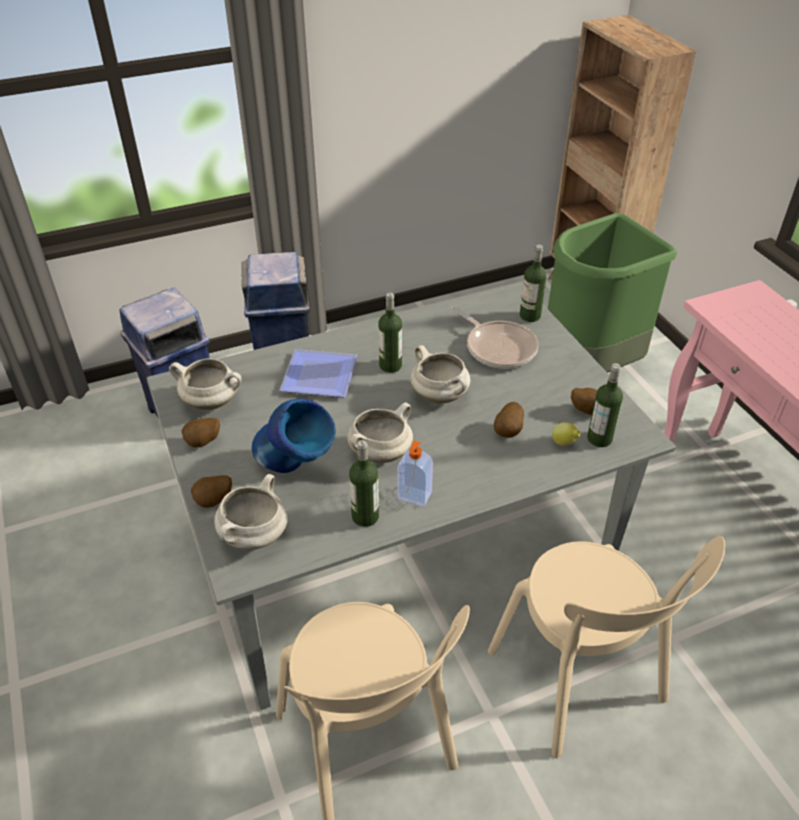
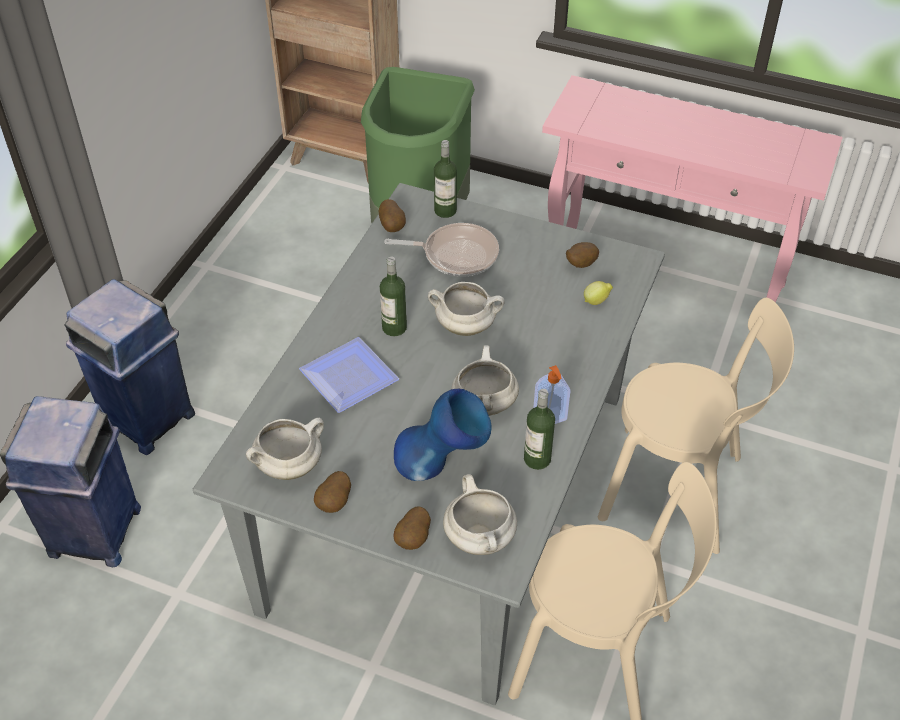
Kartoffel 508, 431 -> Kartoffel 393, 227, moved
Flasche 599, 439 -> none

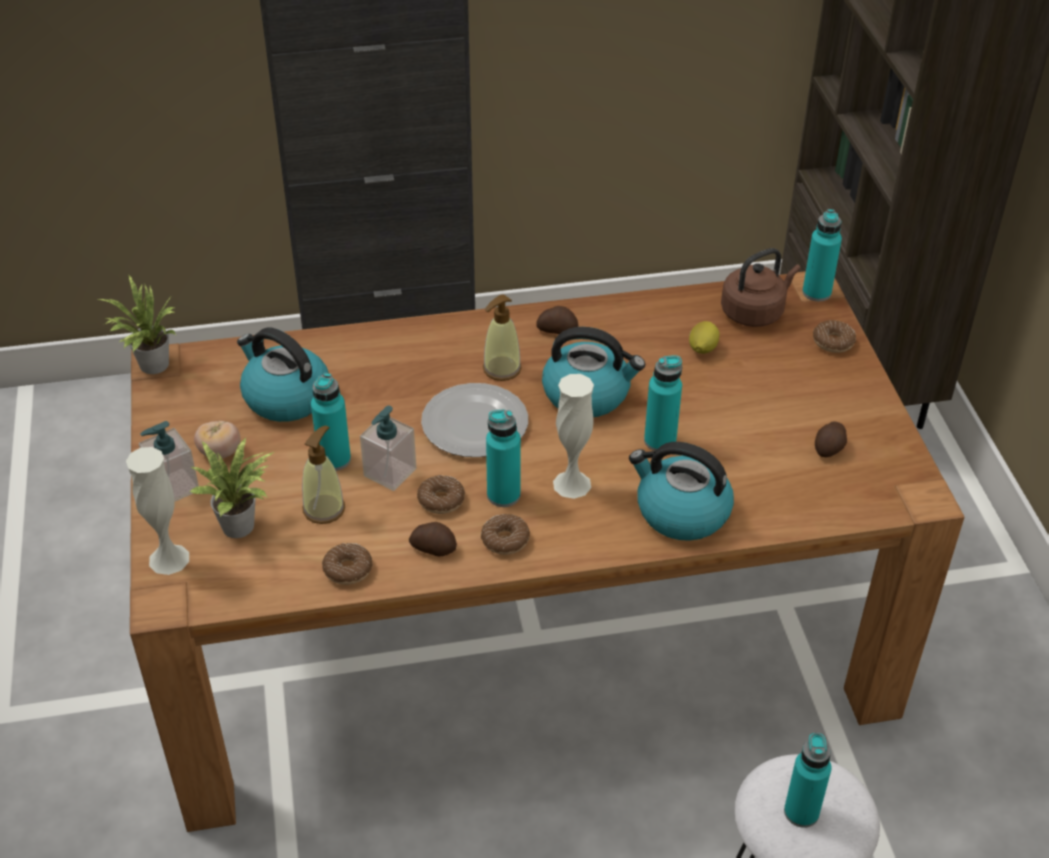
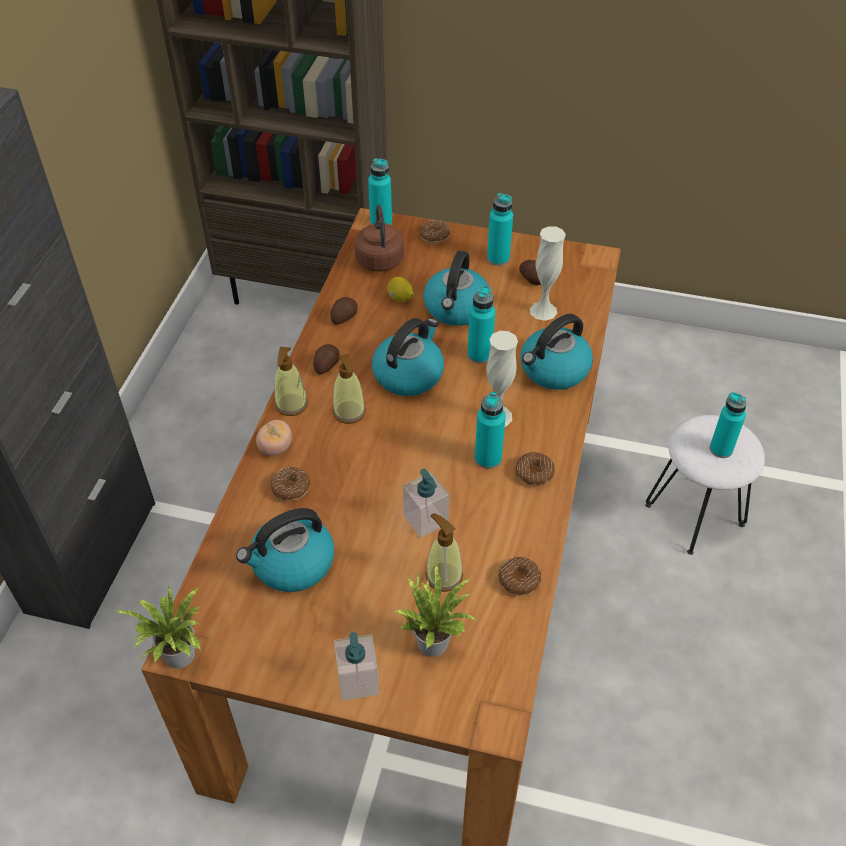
Vase [weiß] 169, 559 -> Vase [weiß] 543, 311, moved
Tomate 220, 452 -> Tomate 275, 448, moved
Flasche [türkis] 334, 459 -> Flasche [türkis] 498, 258, moved
Kartoffel 433, 547 -> Kartoffel 343, 317, moved
Donut 441, 500 -> Donut 291, 488, moved
Teller 474, 425 -> none
none -> Seifenspender 291, 405
none -> Wasserkessel 456, 309

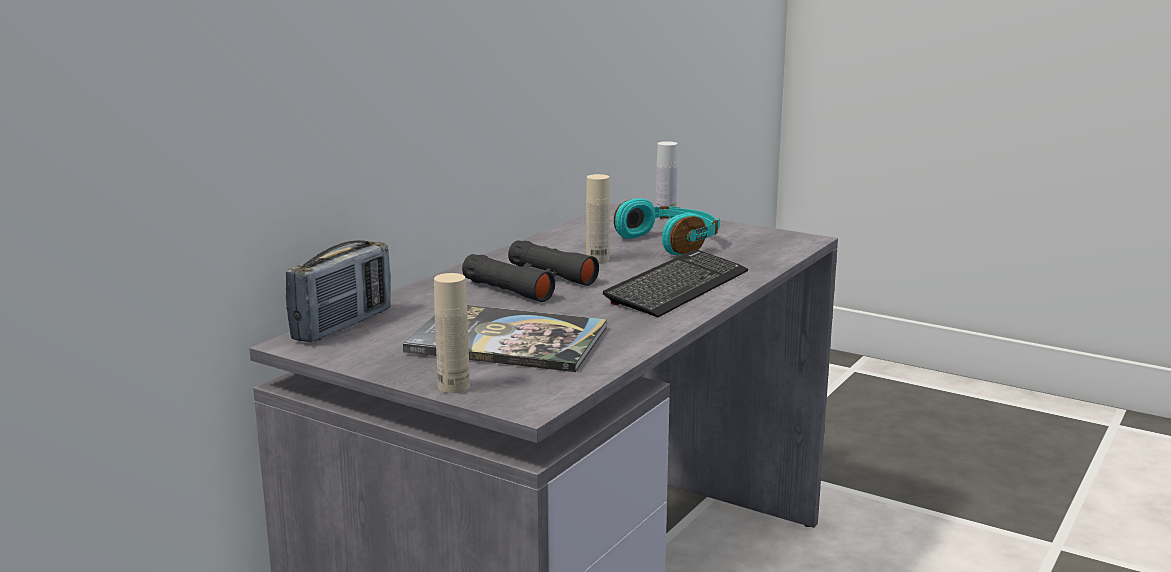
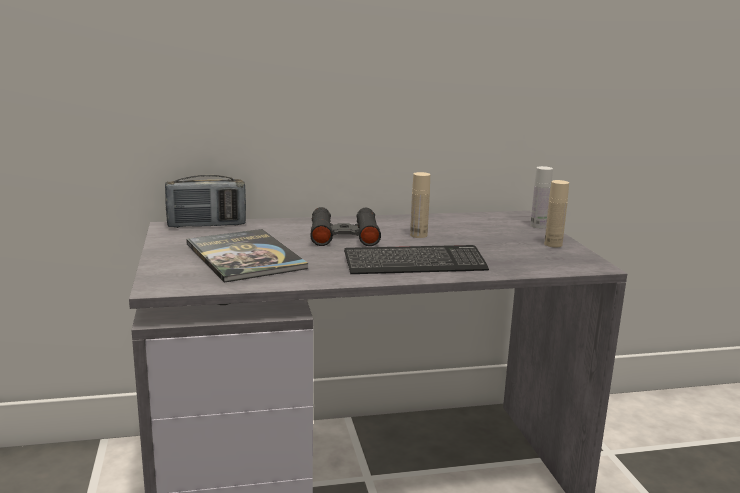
Flasche [beige] 453, 387 -> Flasche [beige] 553, 244, moved
Kopfhörer [türkis] 671, 242 -> none

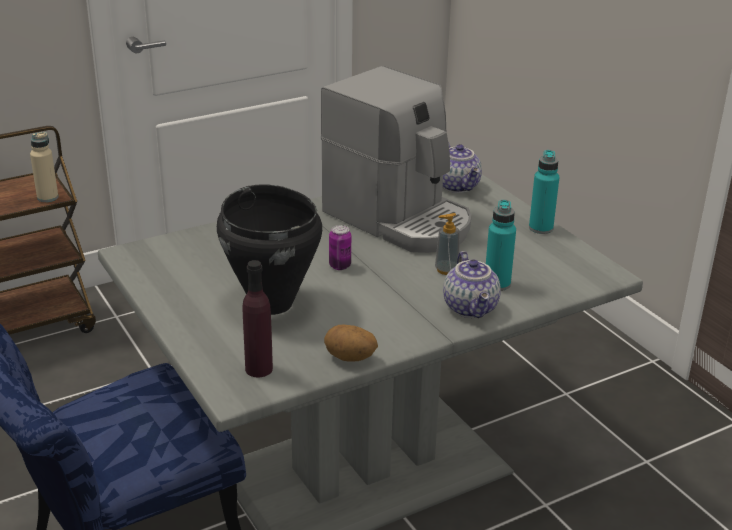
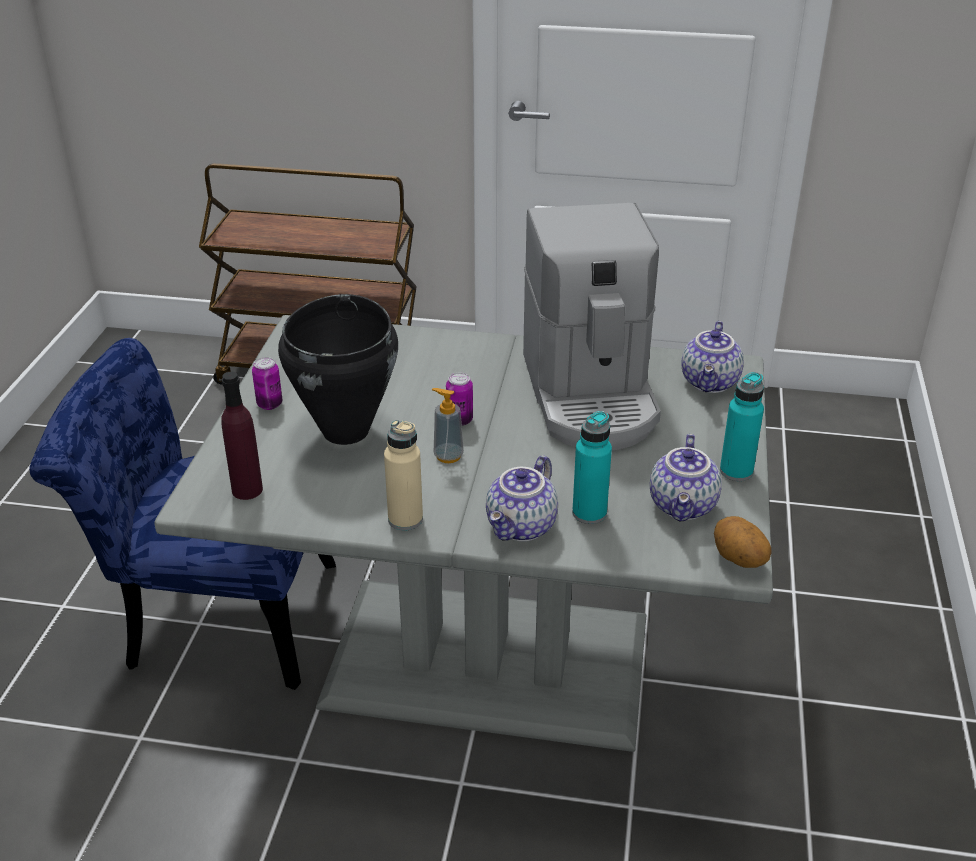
Flasche [beige] 47, 197 -> Flasche [beige] 405, 519, moved
Kartoffel 350, 359 -> Kartoffel 738, 560, moved
Seifenspender 446, 270 -> Seifenspender 448, 456, moved
none -> Dose 269, 404
none -> Teekanne 684, 506

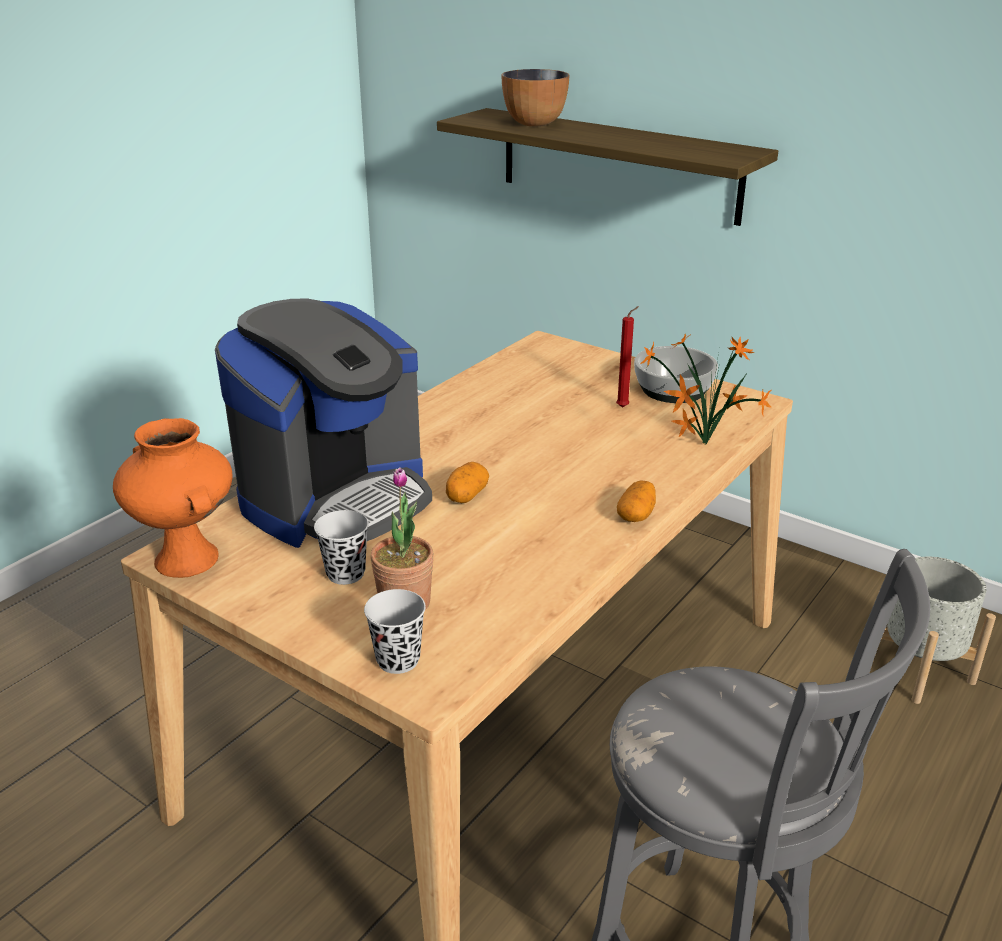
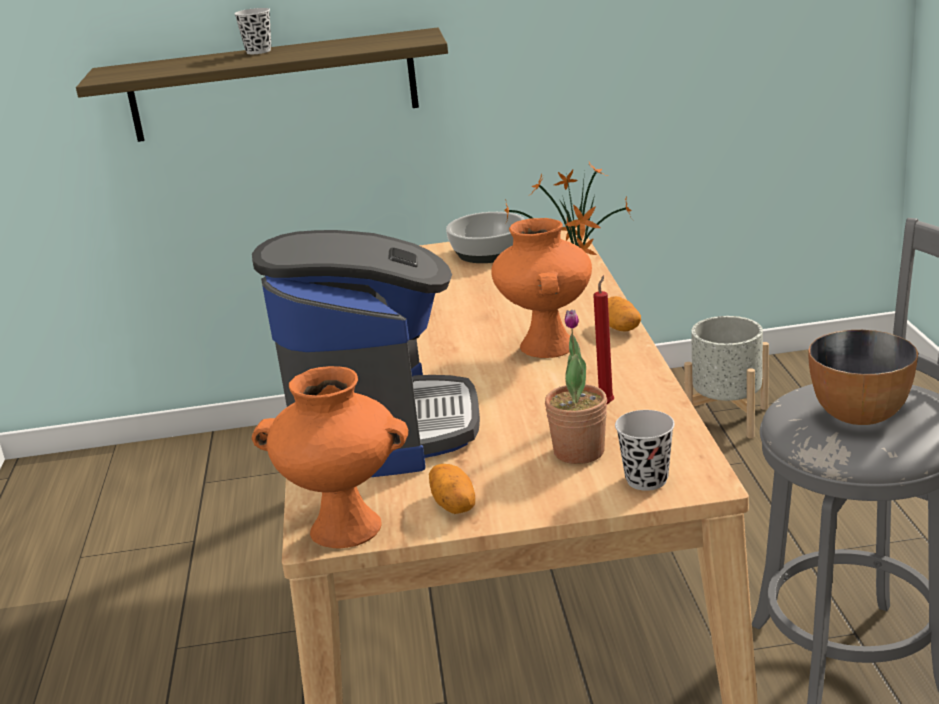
Tasse [schwarz] 345, 574 -> Tasse [schwarz] 258, 51, moved
Kartoffel 466, 495 -> Kartoffel 454, 504, moved
Schüssel 534, 123 -> Schüssel 858, 415, moved
Kerze [rot] 624, 407 -> Kerze [rot] 607, 403, moved
none -> Vase [orange] 546, 345

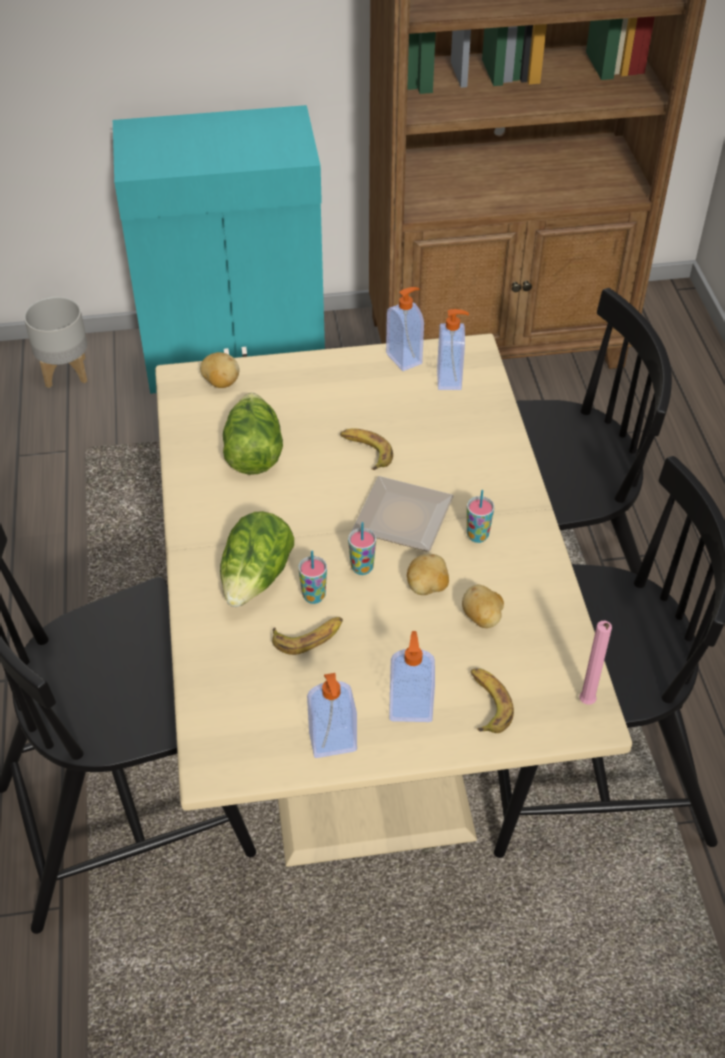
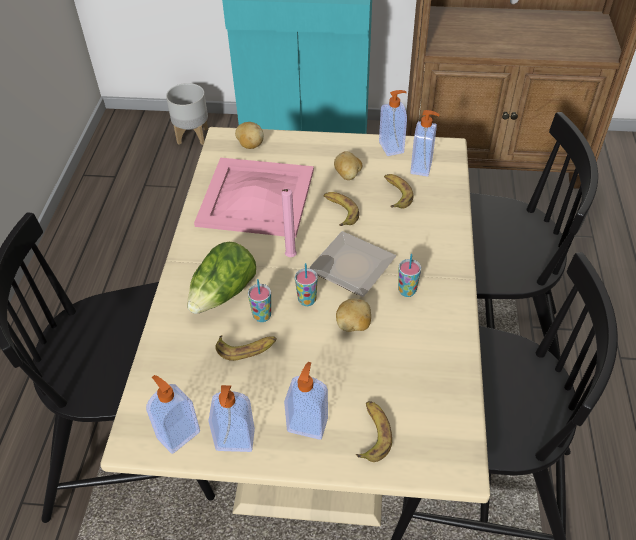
Salatkopf 252, 451 -> Tablett [rosa] 255, 198
Kartoffel 482, 618 -> Kartoffel 348, 175, moved
Kerze [rosa] 586, 704 -> Kerze [rosa] 290, 257, moved
none -> Seifenspender 178, 434
none -> Banane 395, 194

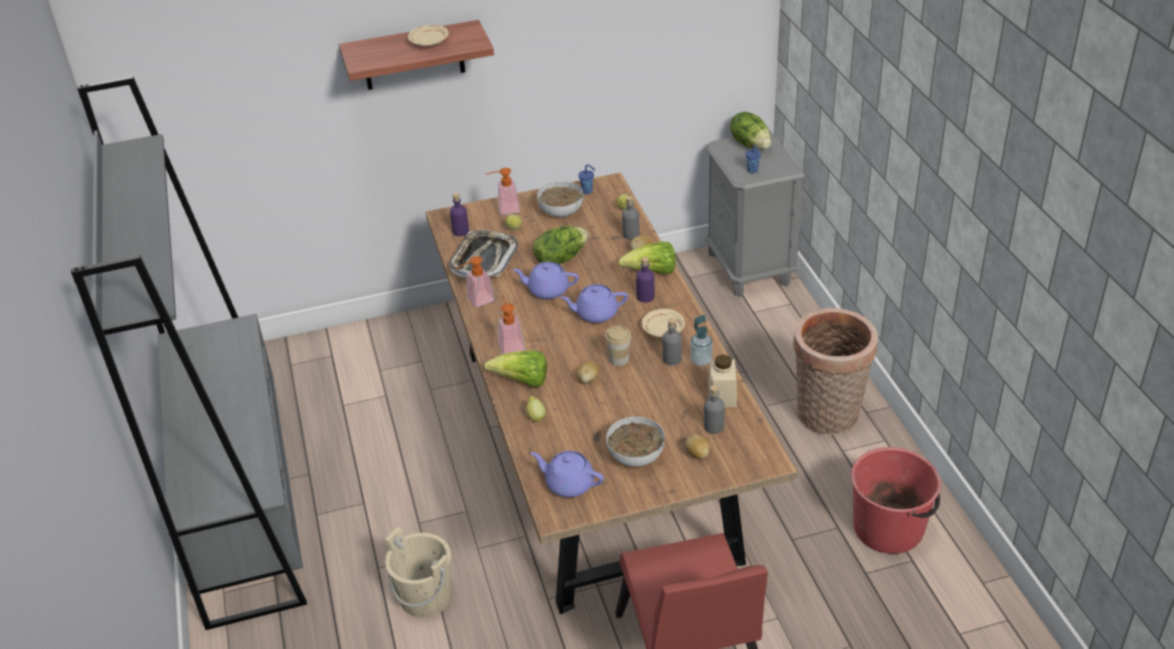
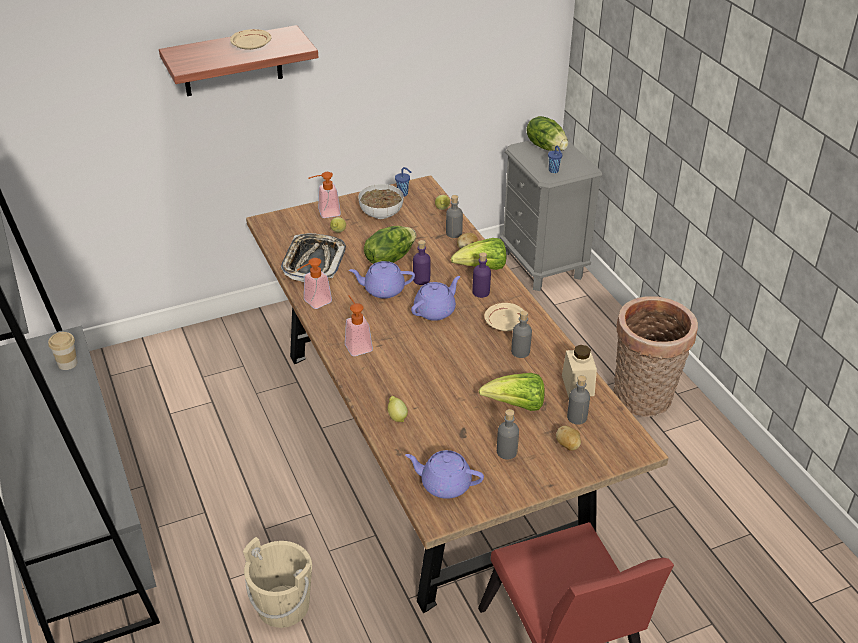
Flasche [lila] 460, 231 -> Flasche [lila] 421, 280, moved
Salatkopf 522, 381 -> Salatkopf 516, 405, moved
Teekanne [lila] 595, 314 -> Teekanne [lila] 435, 311, 150 degrees clockwise
Kartoffel 588, 380 -> none
Tasse 619, 359 -> Tasse 67, 363, moved
Schüssel 636, 456 -> Flasche [grau] 506, 452
Seifenspender 701, 361 -> none
Eimer [rot] 889, 528 -> none

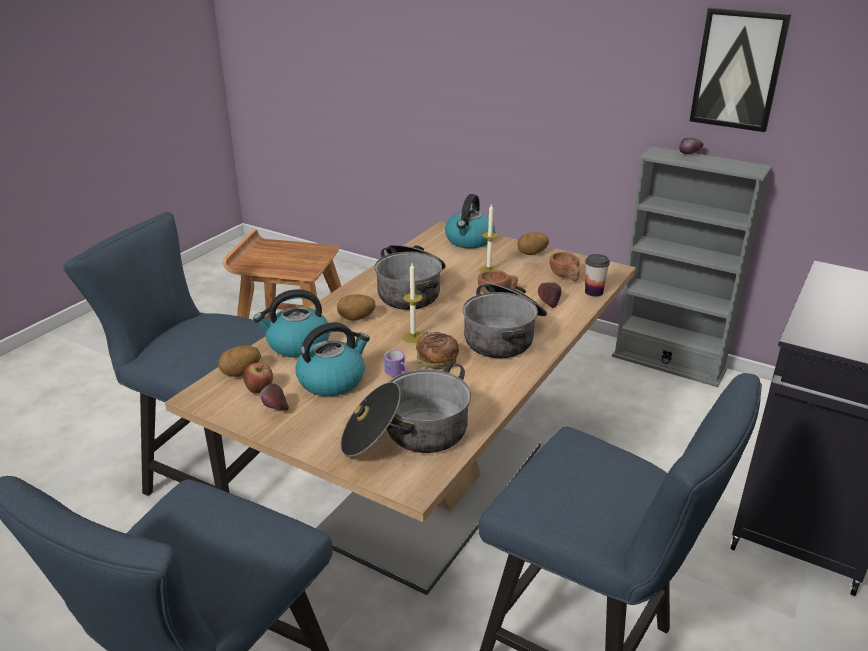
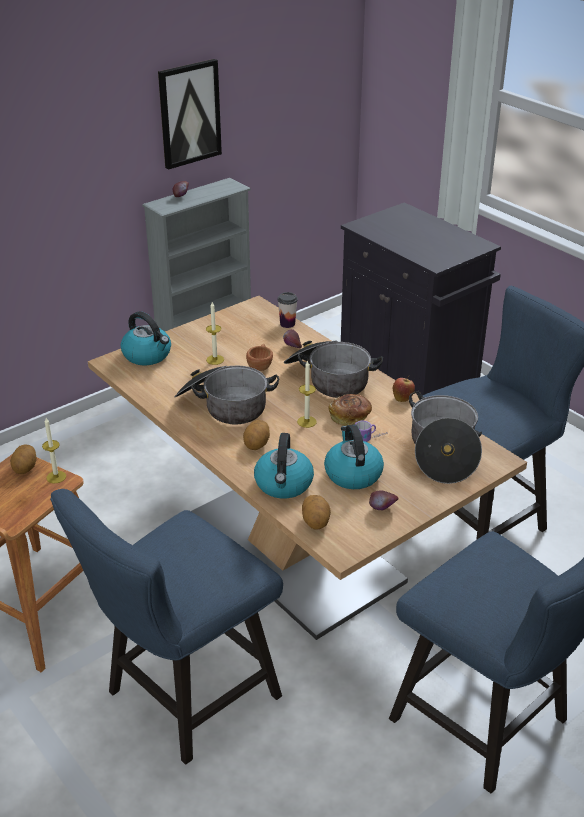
Apfel 260, 390 -> Apfel 402, 398, moved
Kartoffel 532, 253 -> Kartoffel 25, 468, moved
Tasse [braun] 565, 277 -> none
none -> Kerze 56, 477

